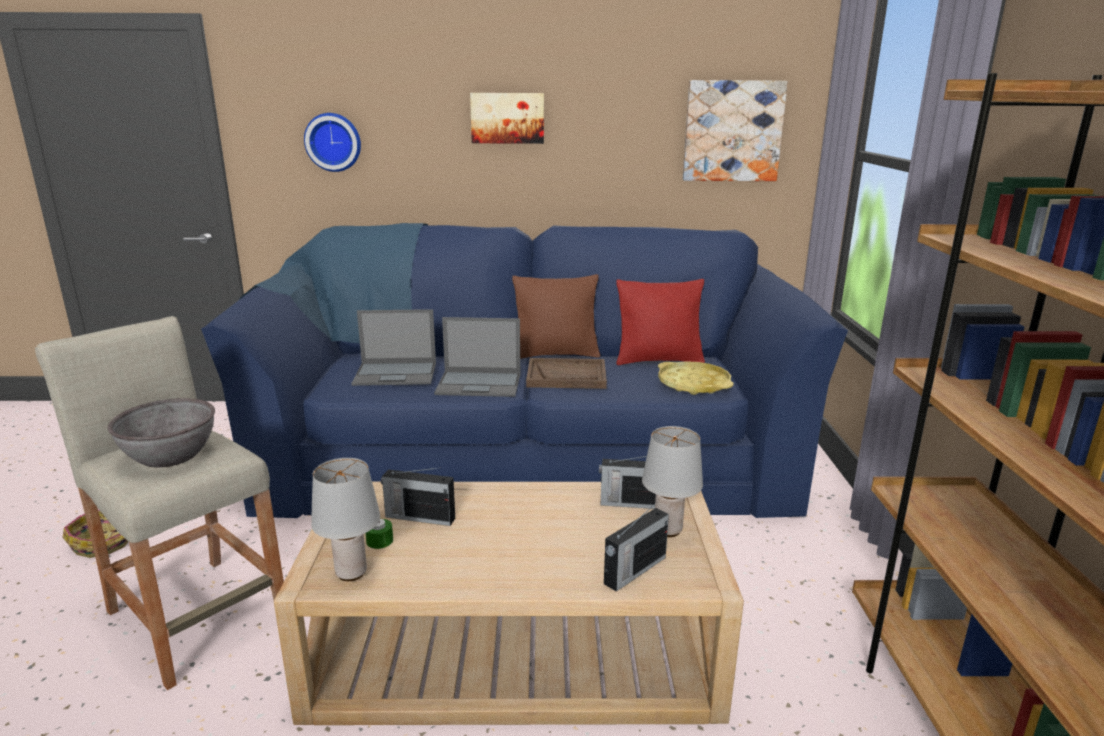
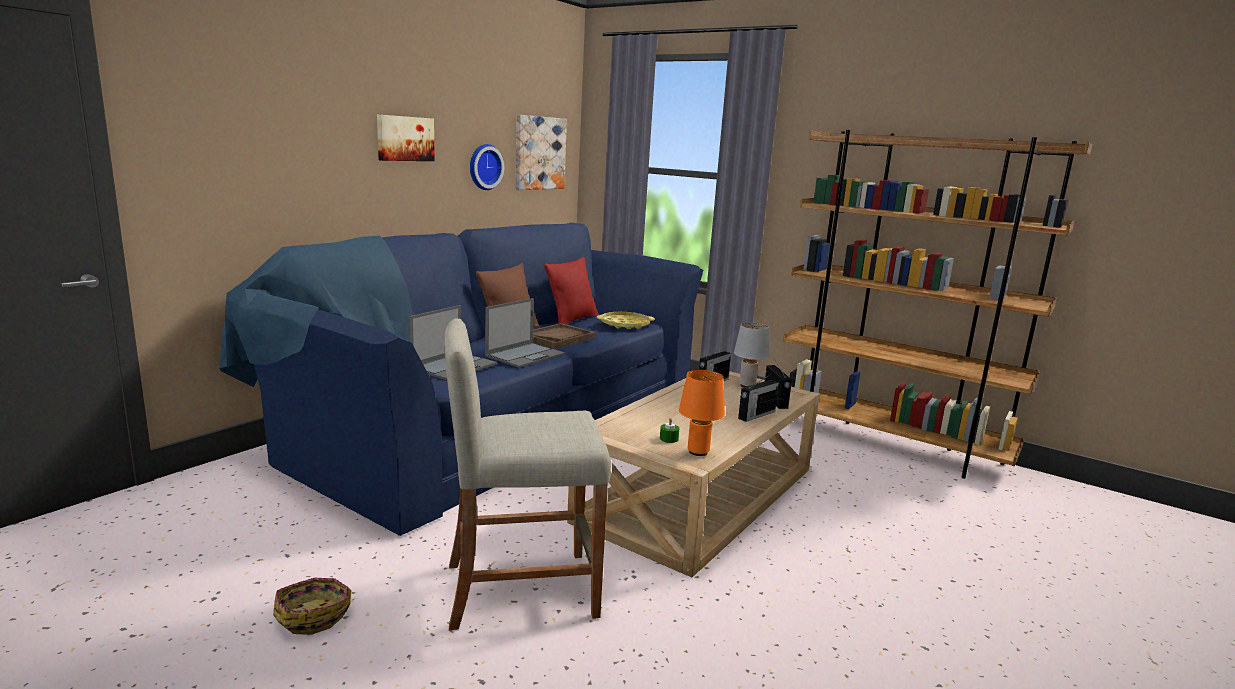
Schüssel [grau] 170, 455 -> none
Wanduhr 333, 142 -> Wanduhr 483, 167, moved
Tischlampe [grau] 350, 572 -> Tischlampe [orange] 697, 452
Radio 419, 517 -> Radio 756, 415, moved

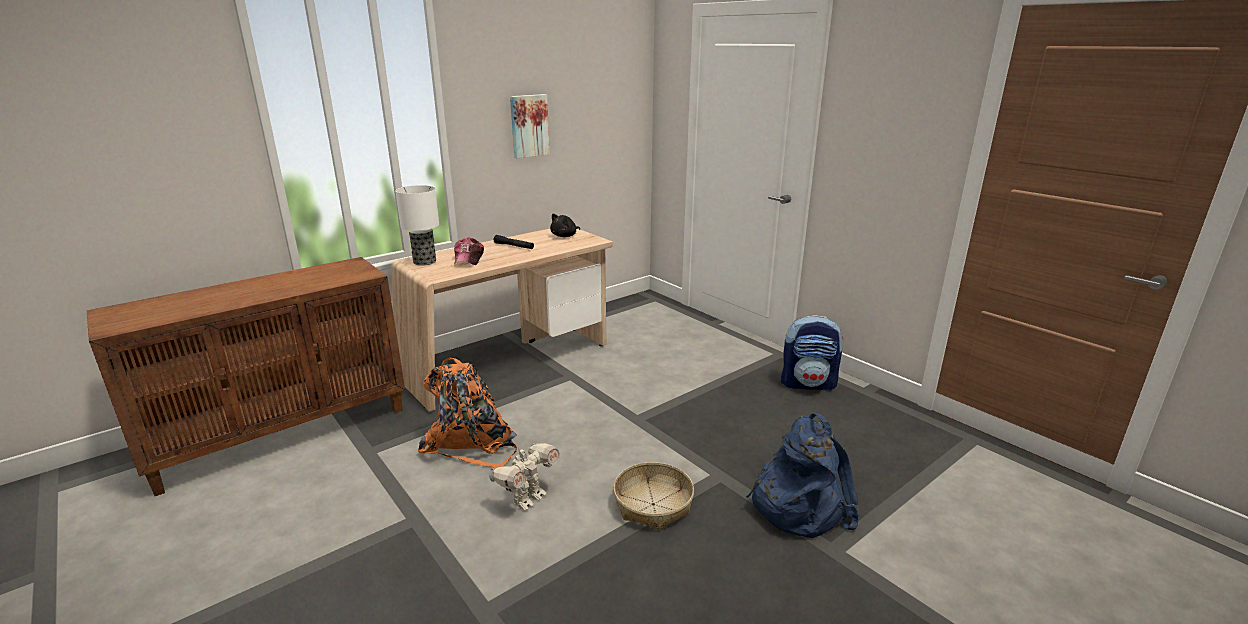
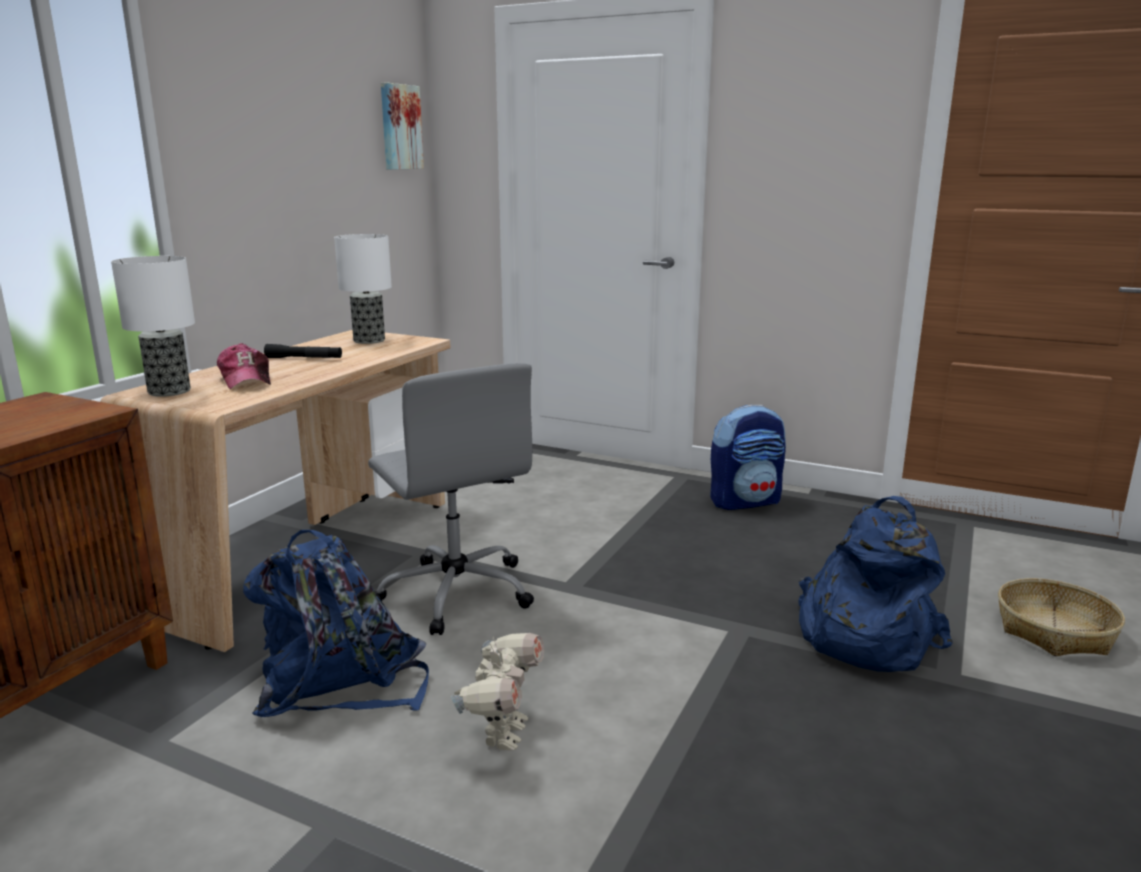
Rucksack [orange] 471, 444 -> Rucksack [blau] 340, 681
Bild 529, 126 -> Bild 399, 127, moved
Plüschtier [schwarz] 565, 236 -> Tischlampe 370, 340
Korb 653, 504 -> Korb 1053, 631, moved
none -> Bürostuhl [grau] 455, 592

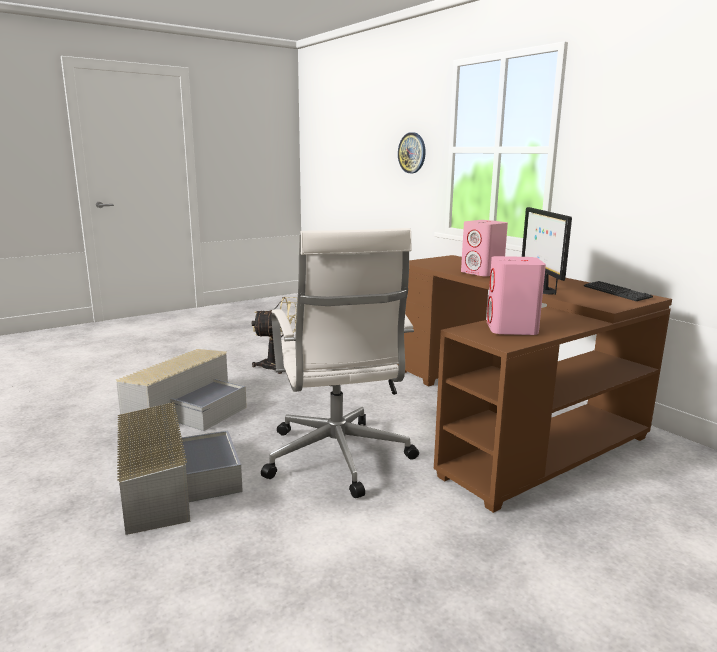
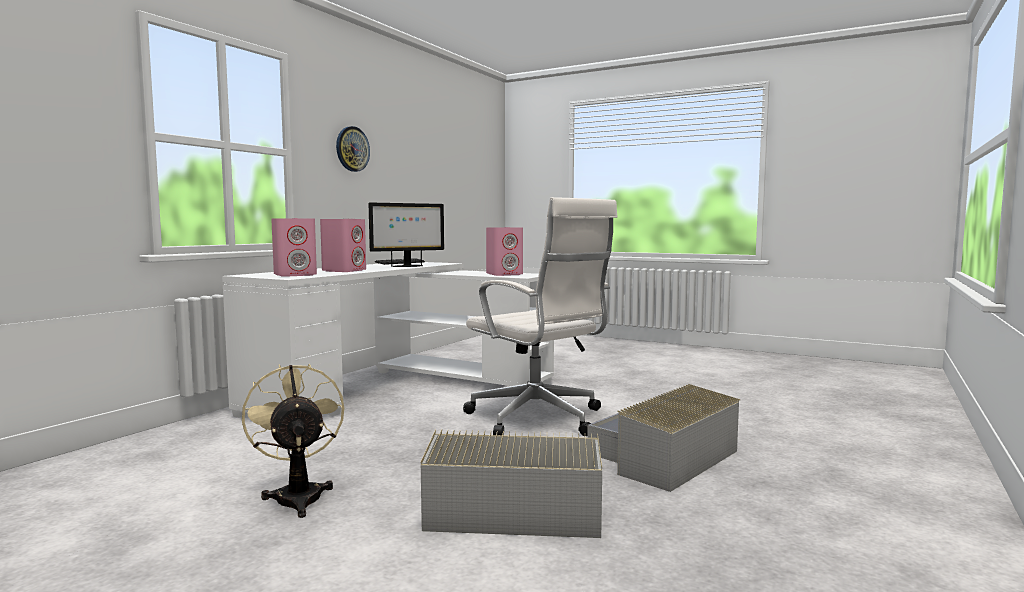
Bürostuhl [weiß] 337, 459 -> Bürostuhl [weiß] 538, 419, 90 degrees clockwise
Schreibtisch [braun] 507, 416 -> Schreibtisch [weiß] 399, 387
Wanduhr 412, 153 -> Wanduhr 352, 149, moved
none -> Lautsprecher [rosa] 295, 275

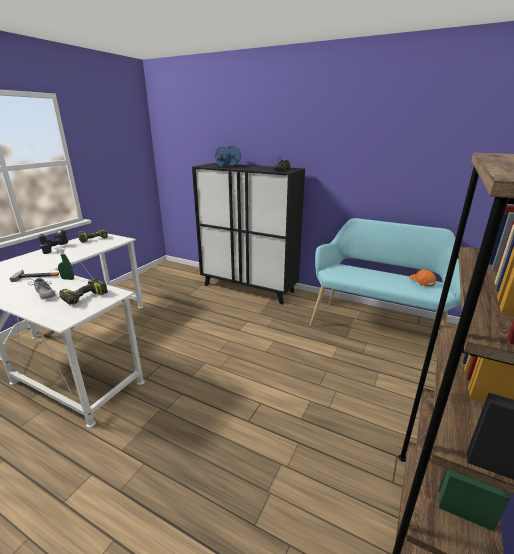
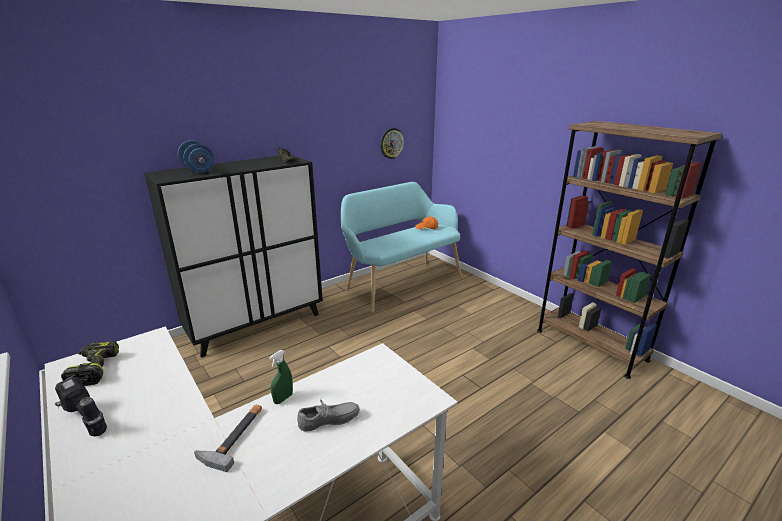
Bohrmaschine 85, 298 -> none
none -> Wanduhr 391, 143

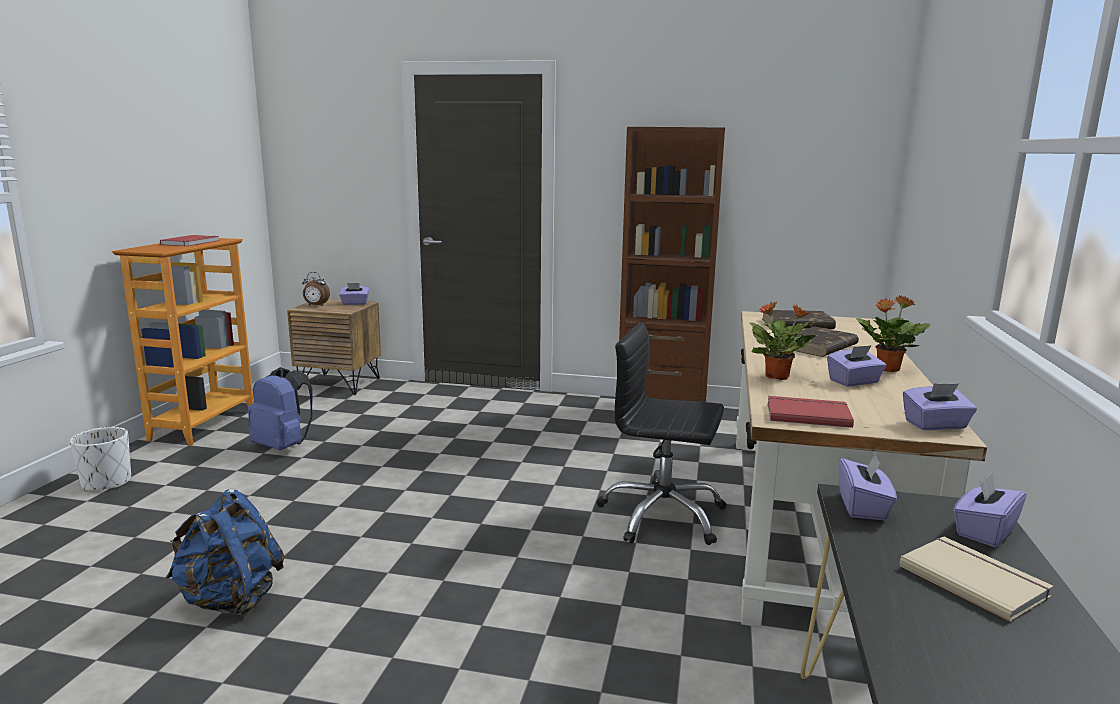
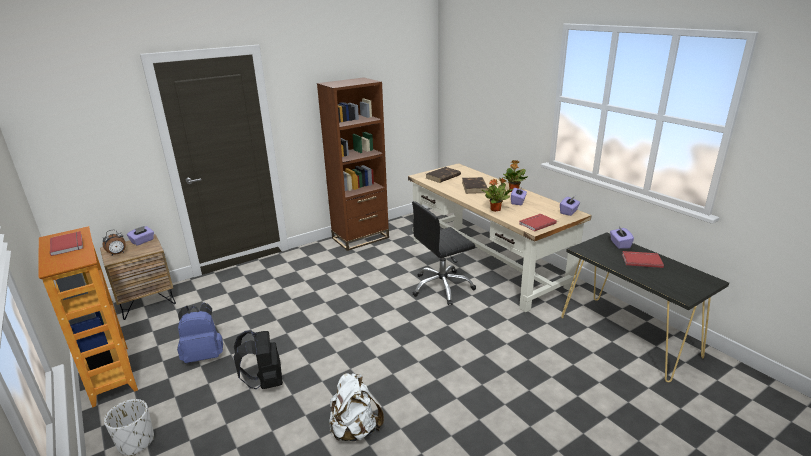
Rucksack [blau] 230, 600 -> Rucksack [weiß] 355, 430
Taschentuchbox [lila] 863, 507 -> none
Buch [beige] 974, 580 -> Buch [rot] 641, 260
none -> Rucksack [schwarz] 265, 382

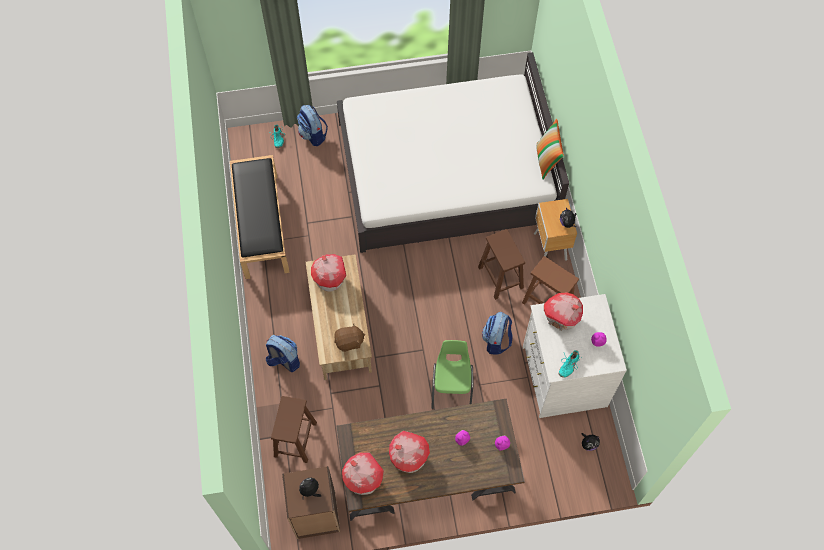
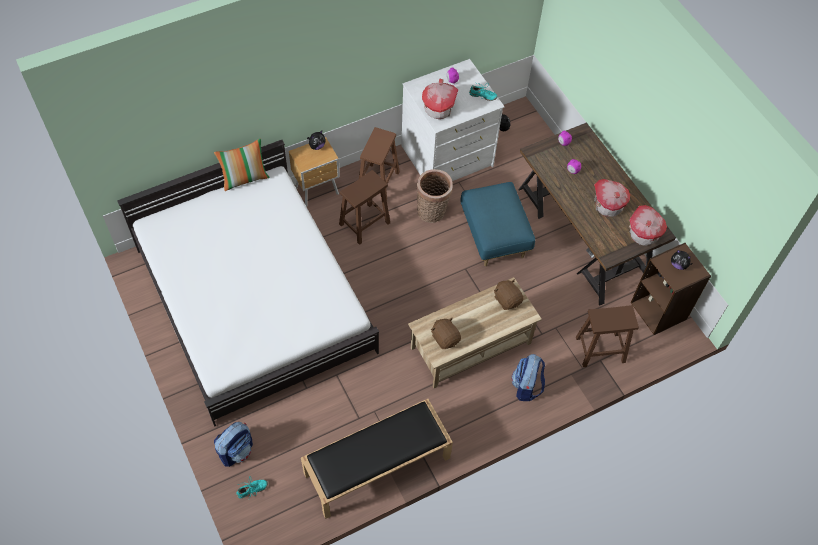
Spielzeughaus 329, 278 -> Plüschtier [braun] 445, 338
Stuhl [grün] 452, 388 -> Polsterhocker [blau] 493, 236
Rucksack 496, 341 -> Korb 432, 212

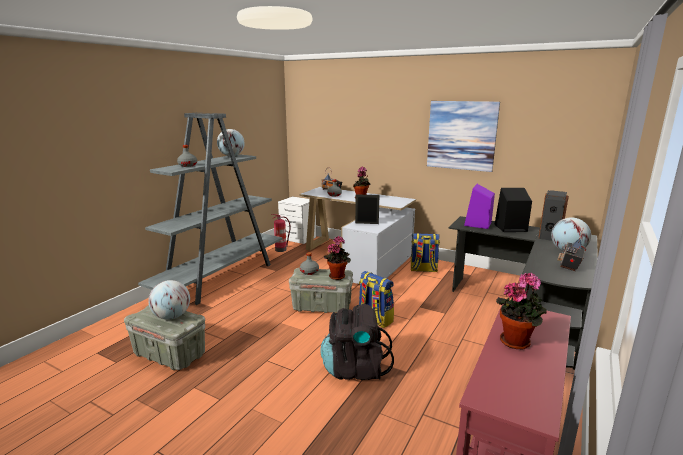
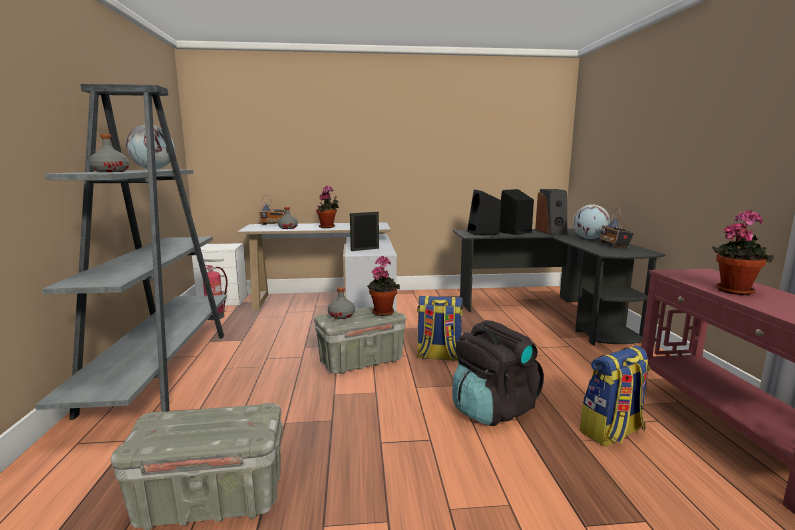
Globus 172, 316 -> none
Rucksack 423, 270 -> Rucksack 612, 432, moved
Bild 461, 135 -> none
Lautsprecher [lila] 478, 224 -> Lautsprecher [schwarz] 483, 233

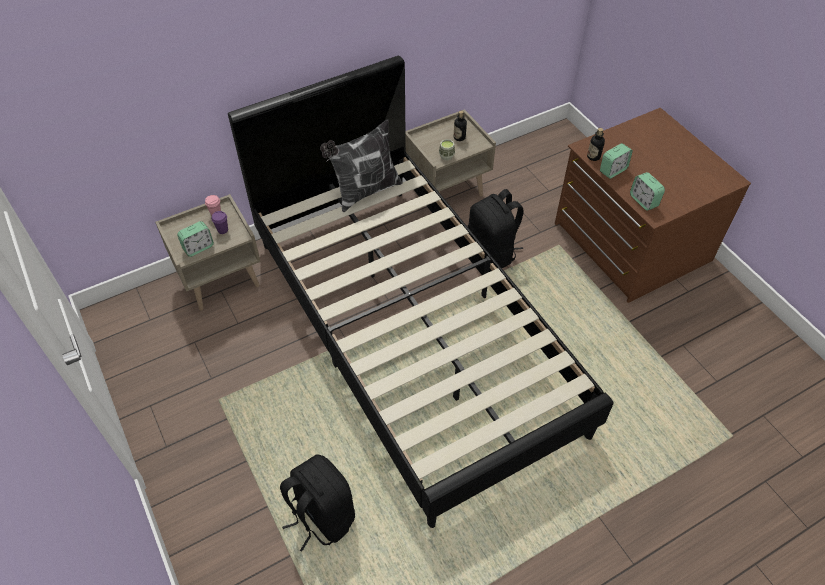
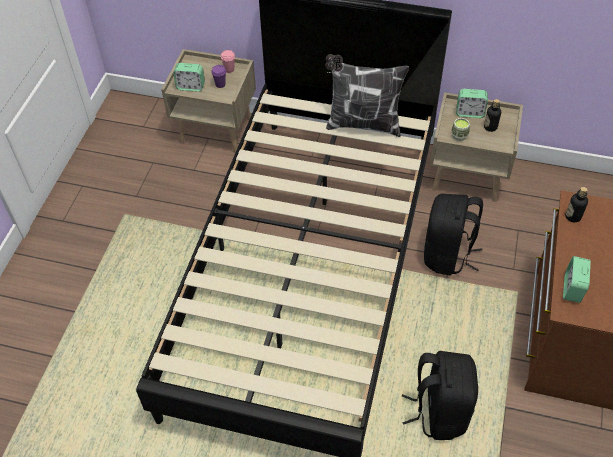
Rucksack [schwarz] 321, 516 -> Rucksack [schwarz] 438, 411, moved
Wecker 613, 170 -> Wecker 470, 113, moved

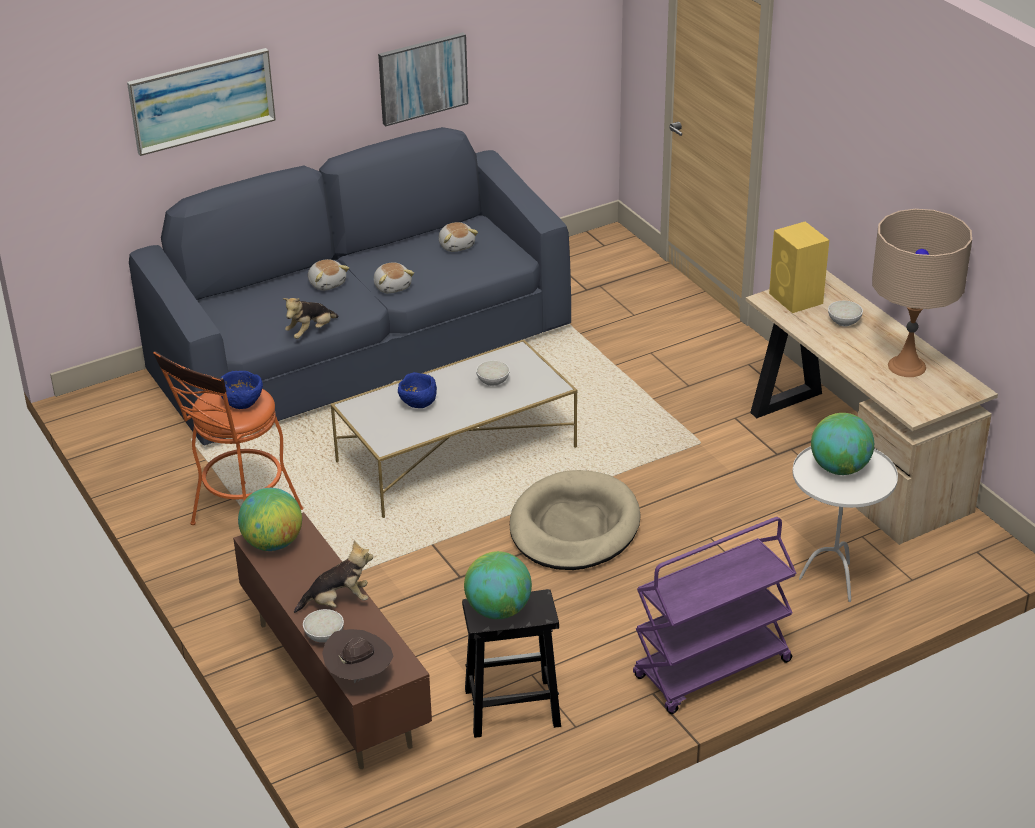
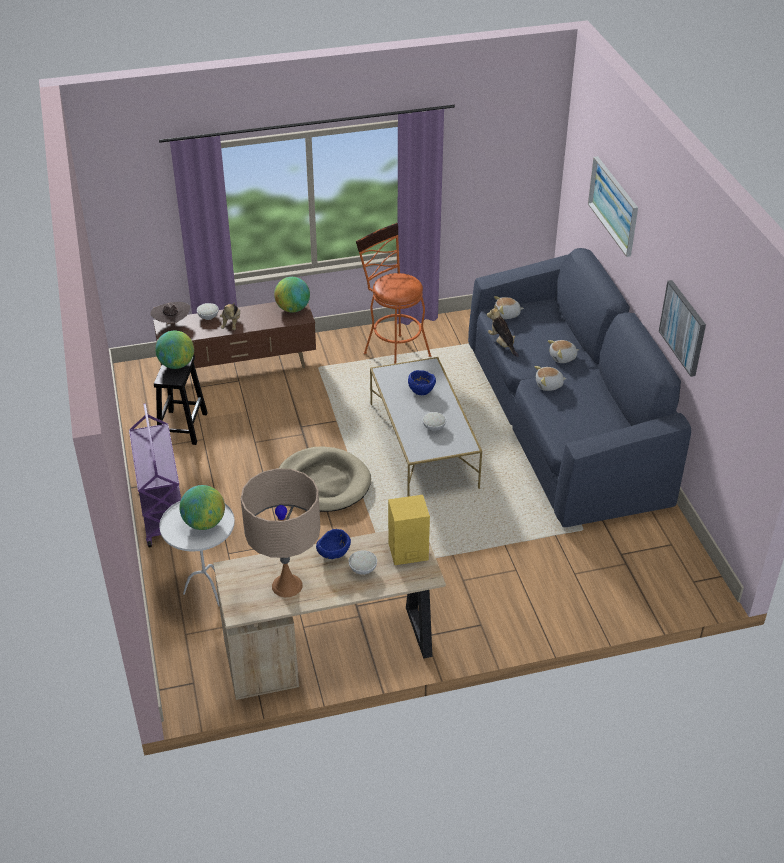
Schüssel [blau] 243, 403 -> Schüssel [blau] 333, 555, moved
Plüschtier 457, 245 -> Plüschtier 507, 314, moved

